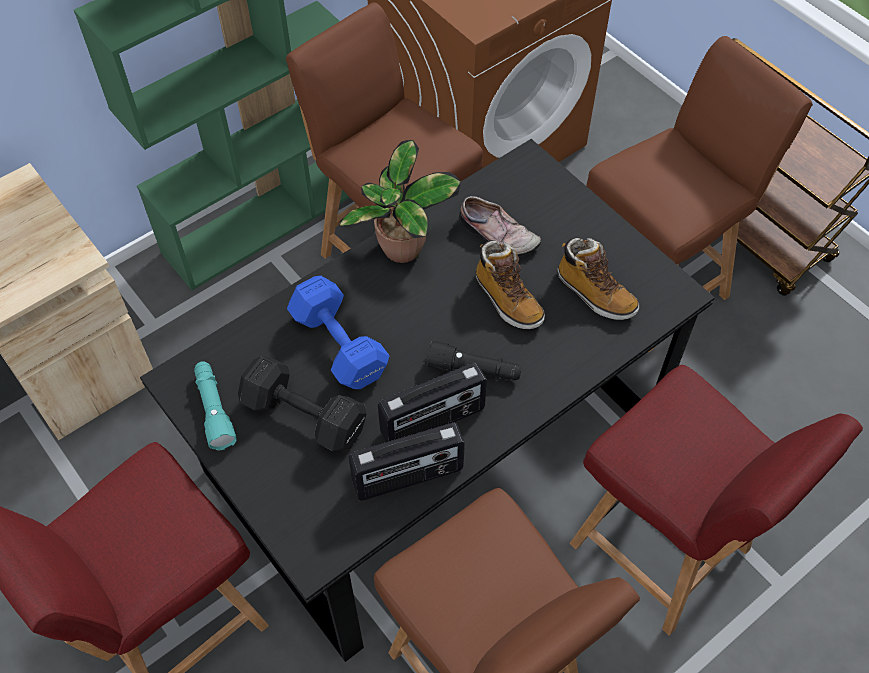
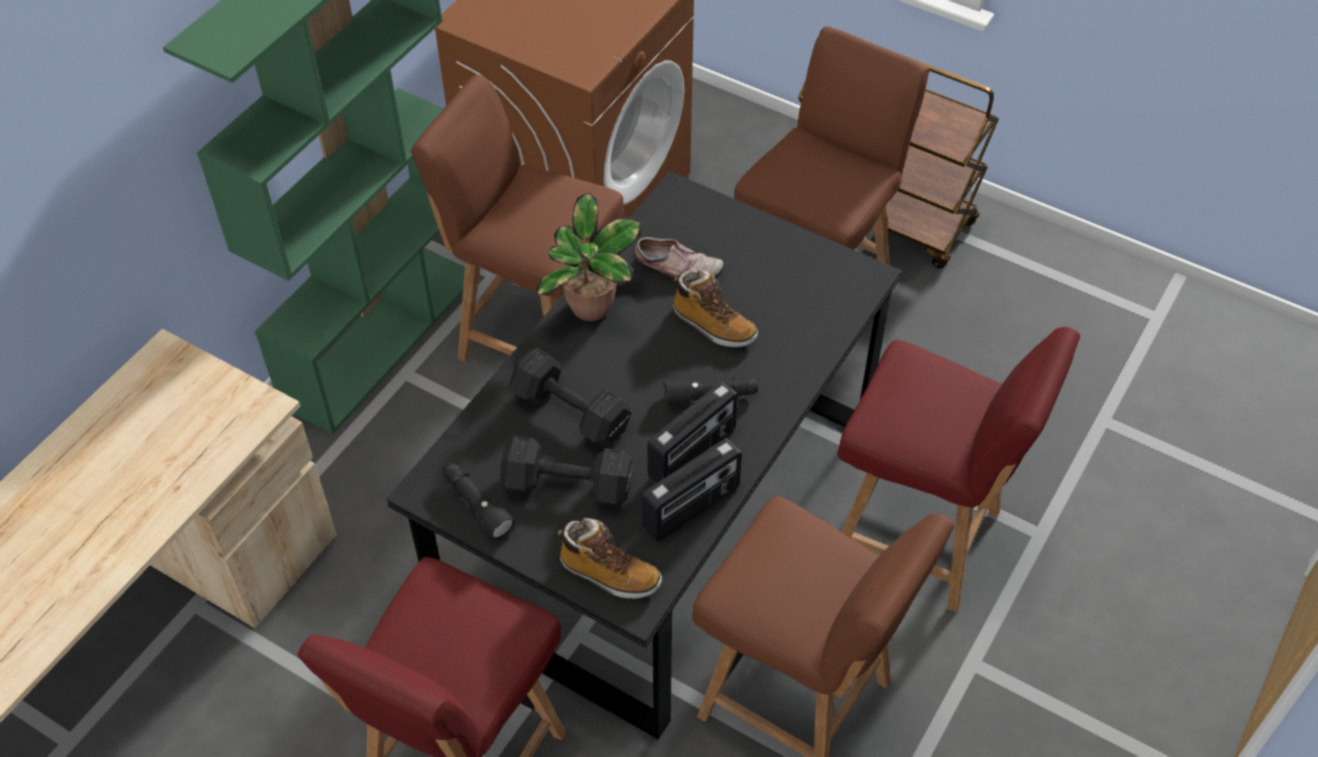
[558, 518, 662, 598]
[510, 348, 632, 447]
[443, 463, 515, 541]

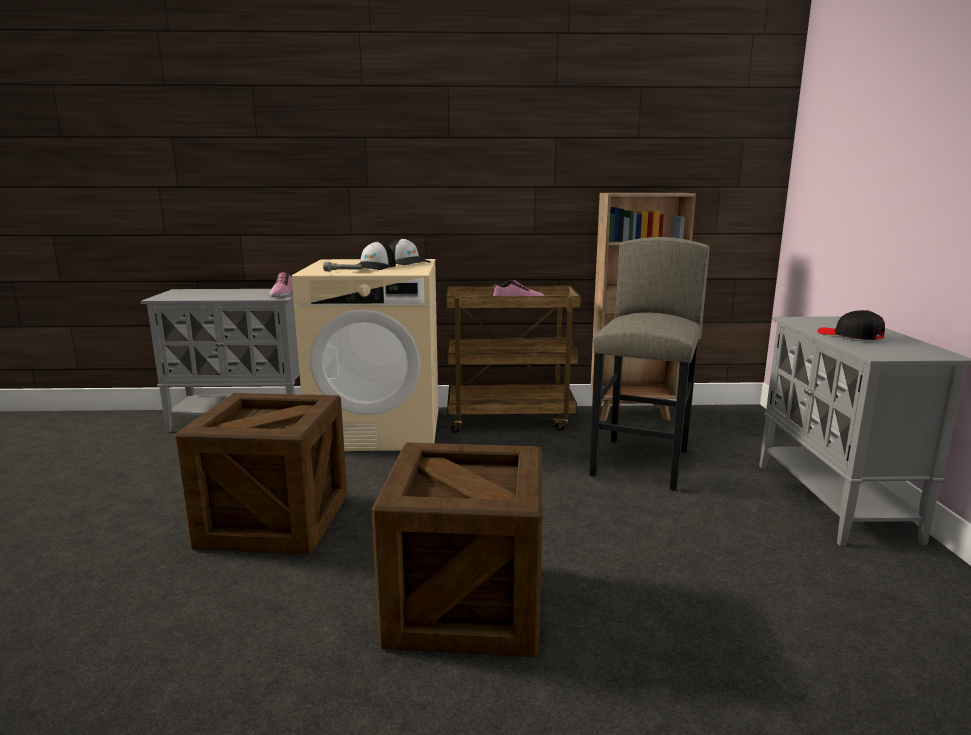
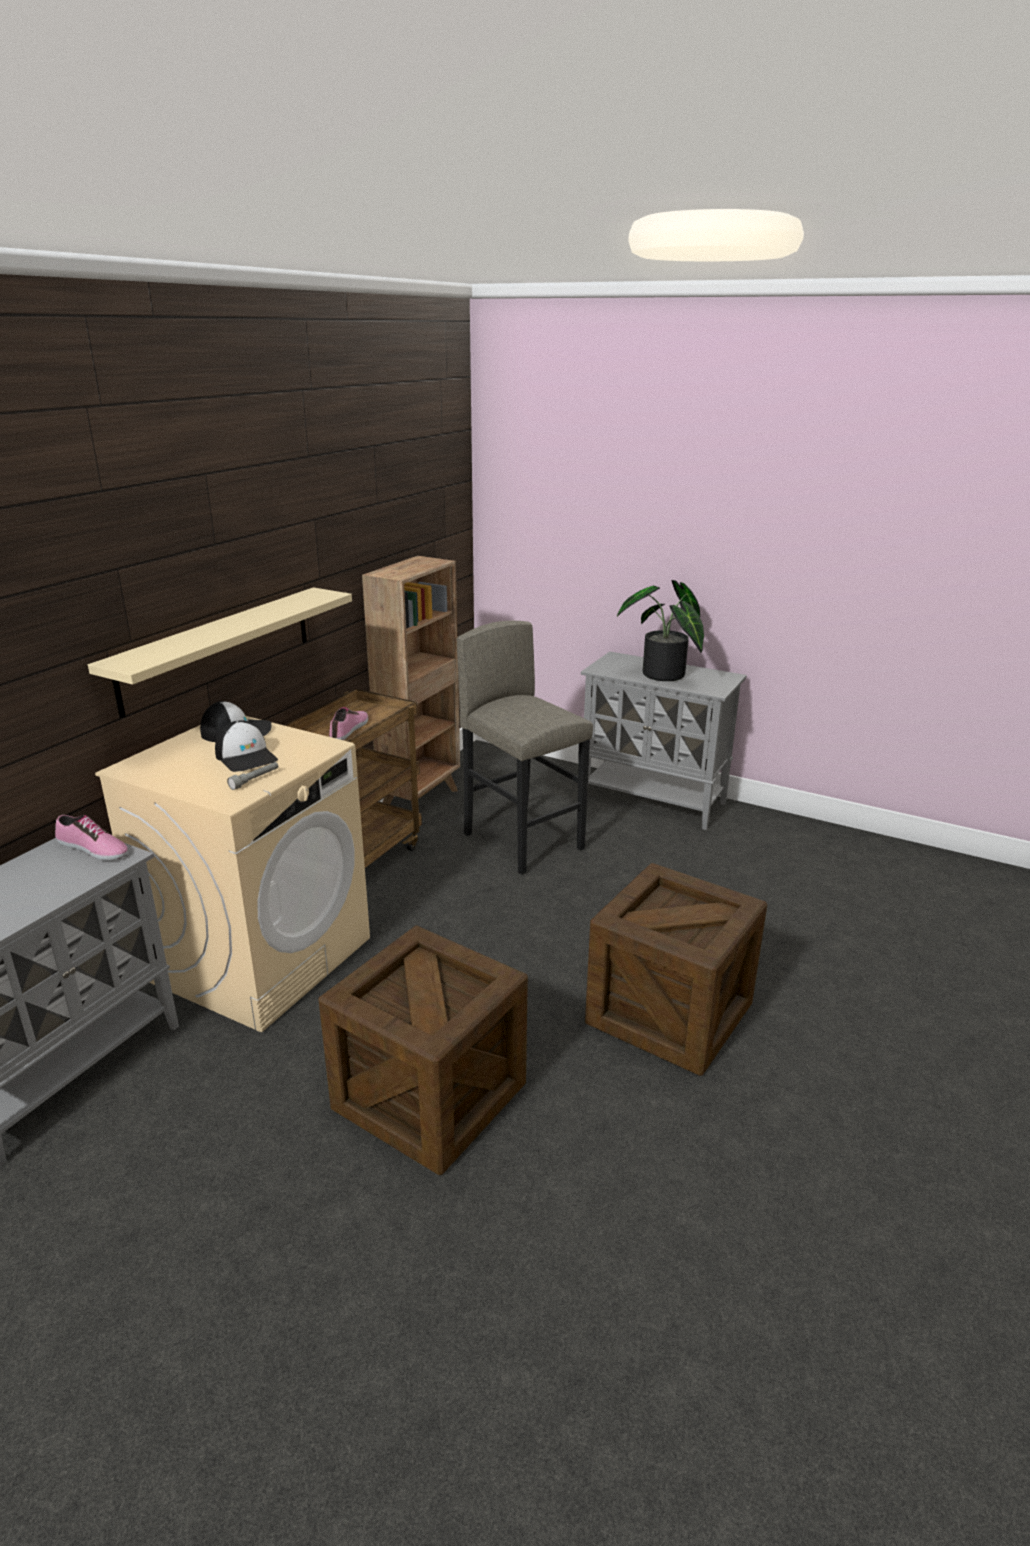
[617, 580, 704, 681]
[88, 587, 352, 718]

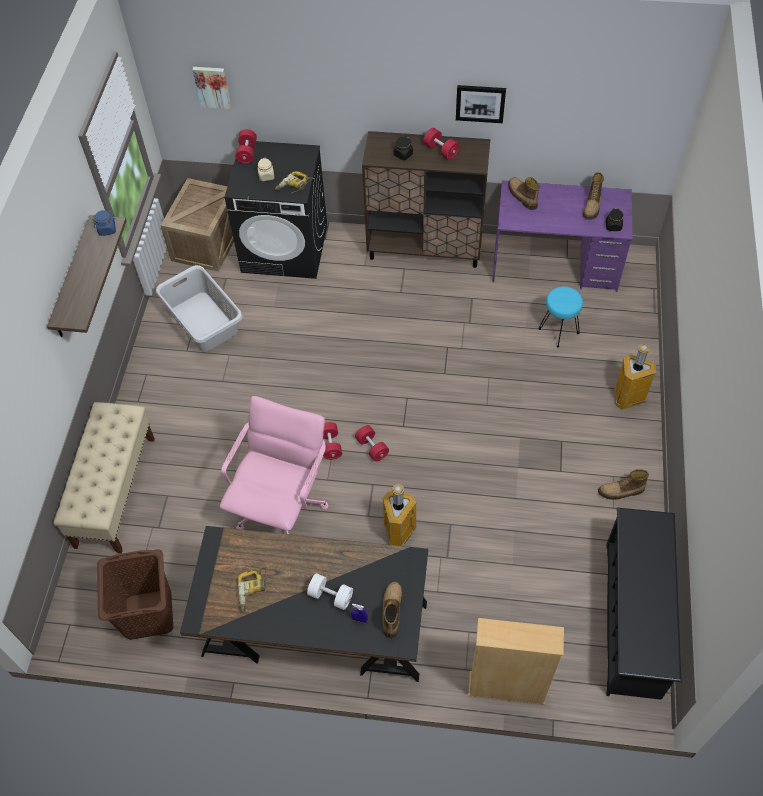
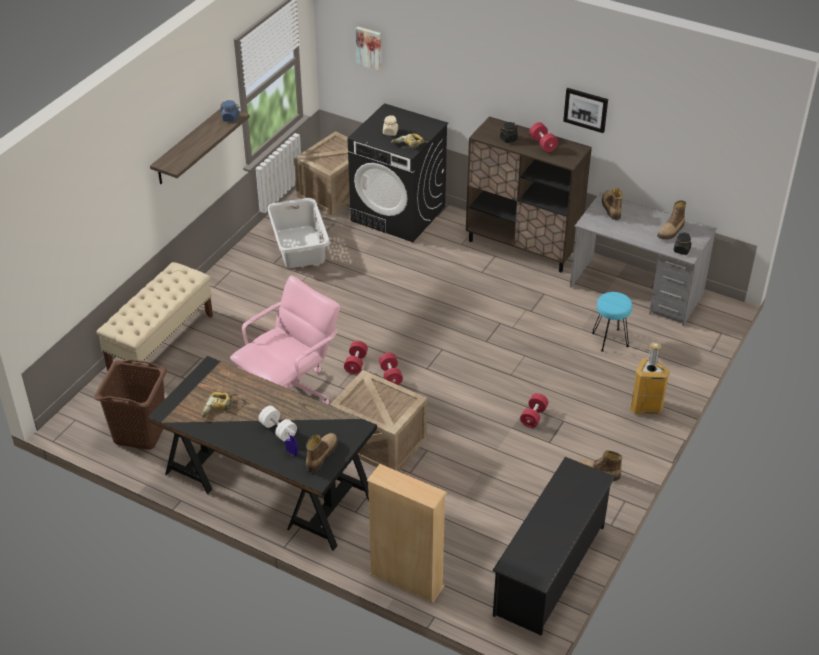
[520, 393, 548, 428]
[570, 193, 716, 326]
[330, 370, 427, 472]

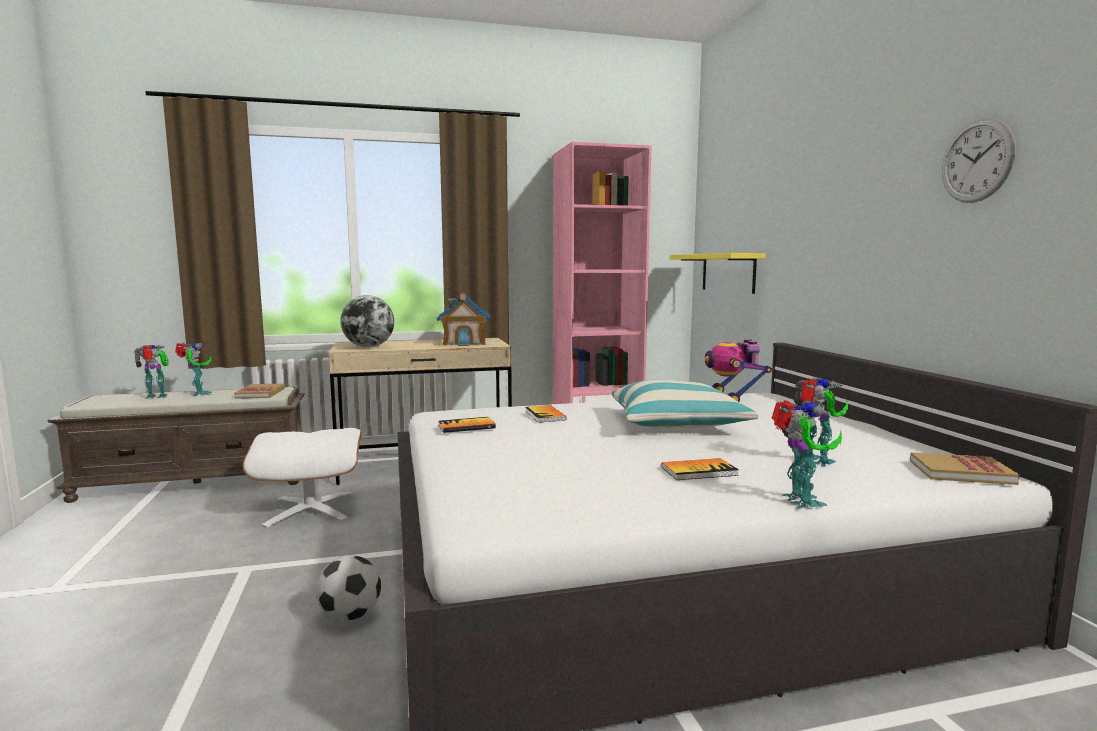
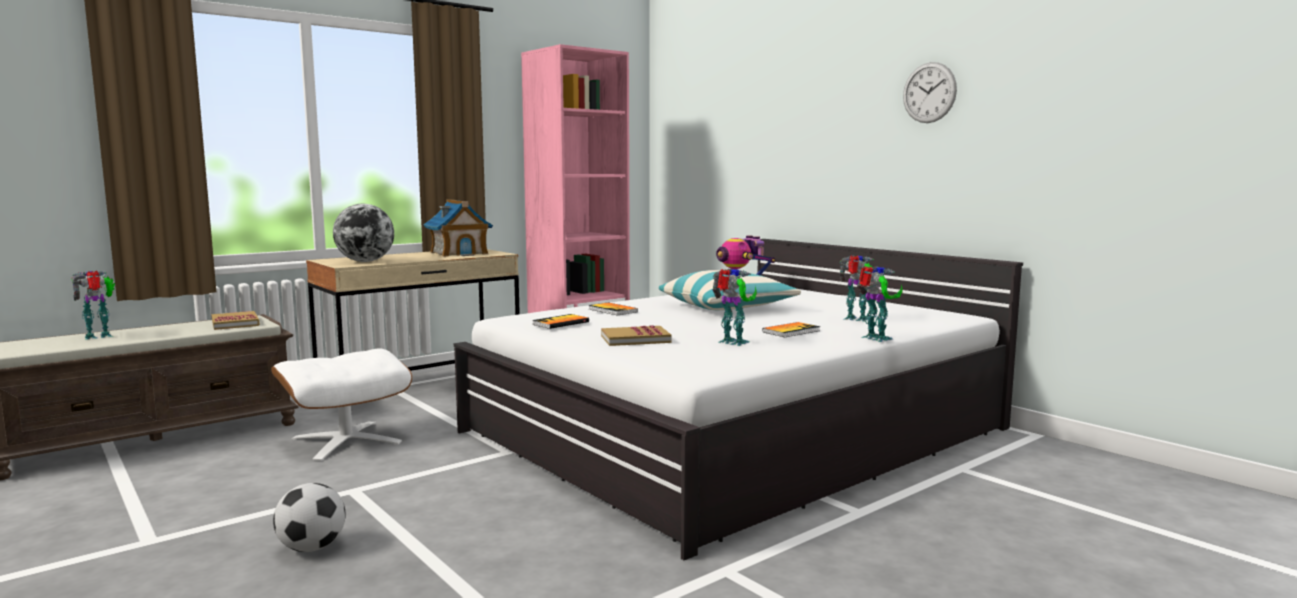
[670, 253, 765, 294] (first image)
[712, 268, 757, 346]
[601, 325, 671, 346]
[273, 483, 346, 552]

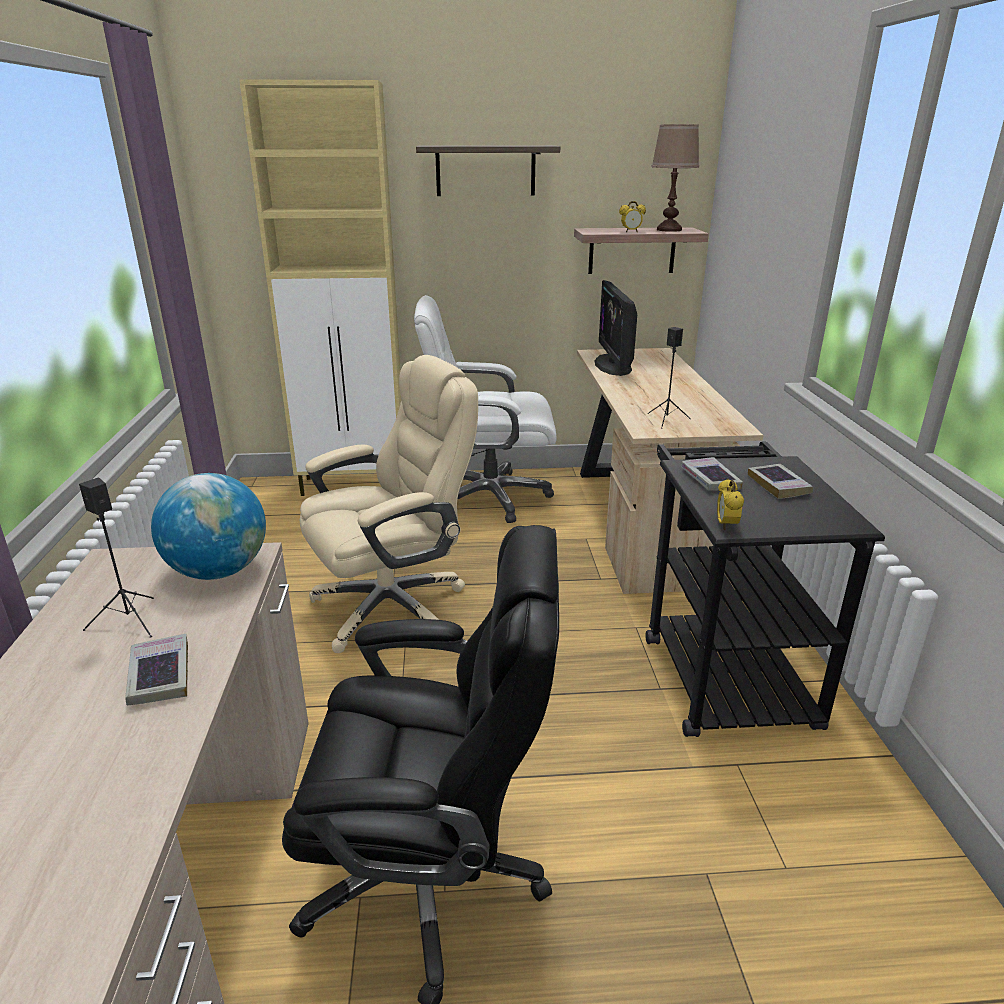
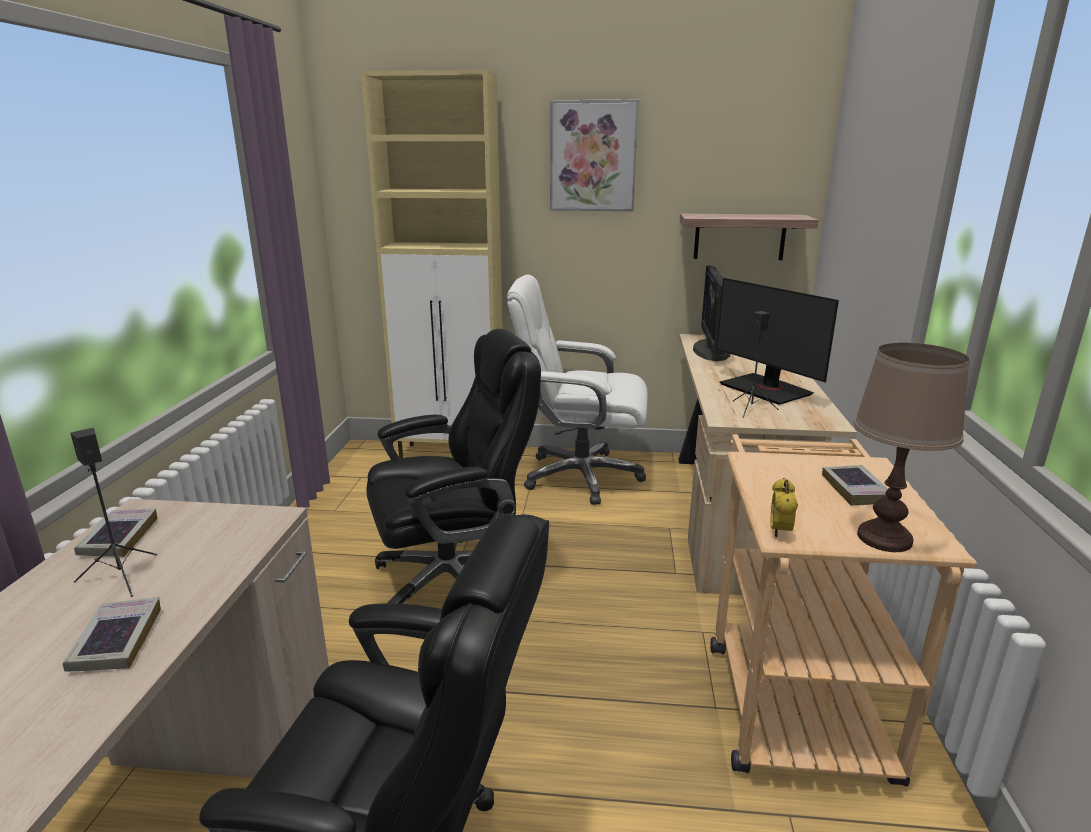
[853, 343, 970, 552]
[550, 100, 638, 211]
[619, 201, 646, 232] (first image)
[367, 329, 541, 604]
[710, 434, 976, 786]
[74, 508, 157, 557]
[151, 473, 266, 580] (first image)
[716, 278, 839, 405]

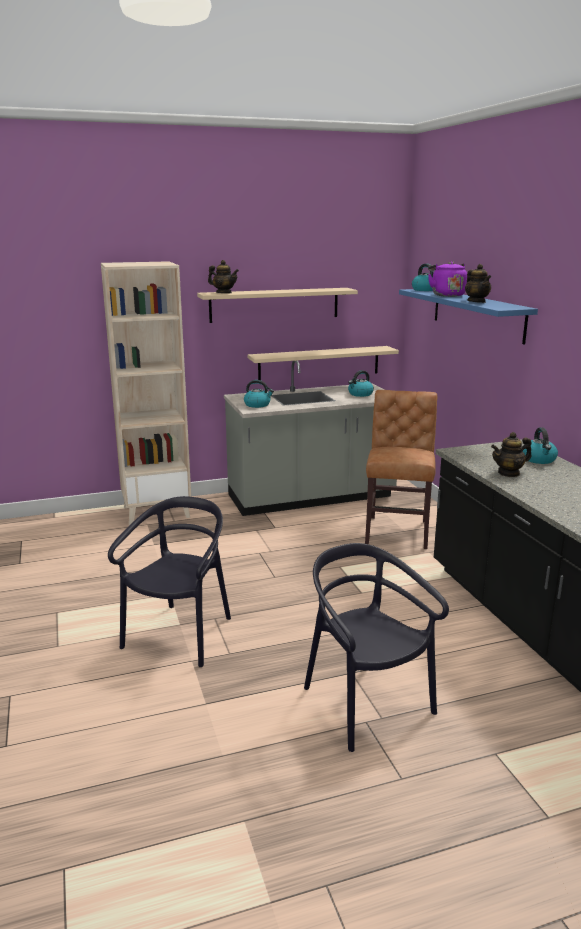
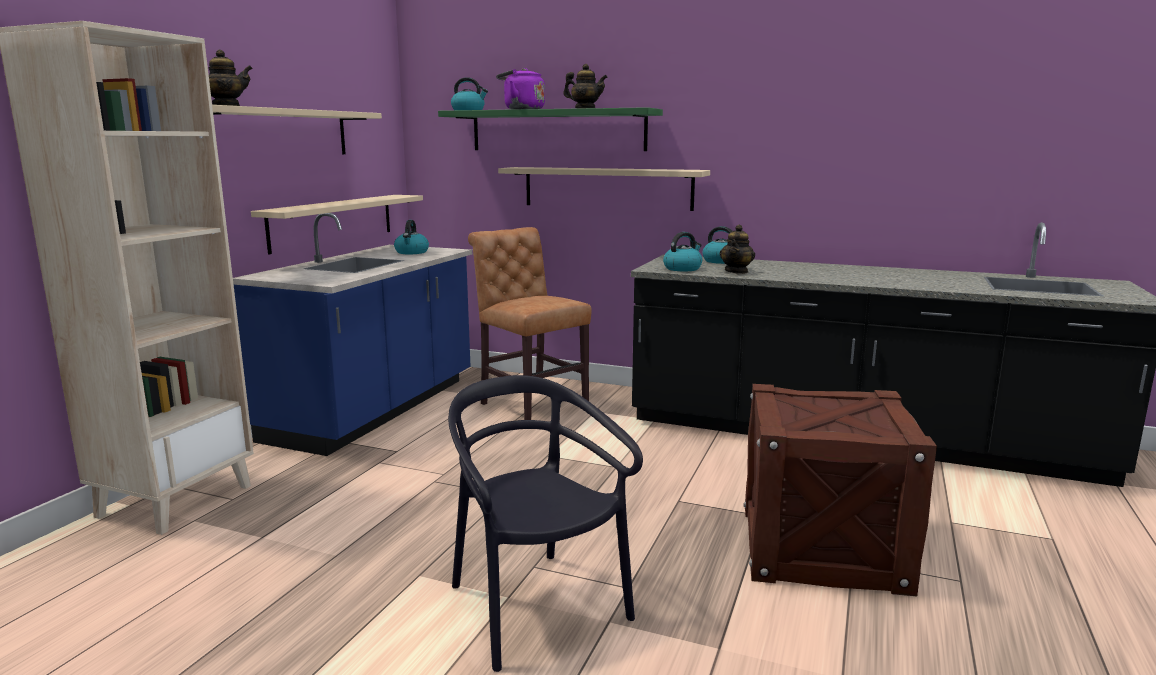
[438, 107, 663, 151]
[233, 213, 472, 456]
[663, 232, 702, 271]
[743, 384, 937, 597]
[498, 167, 710, 211]

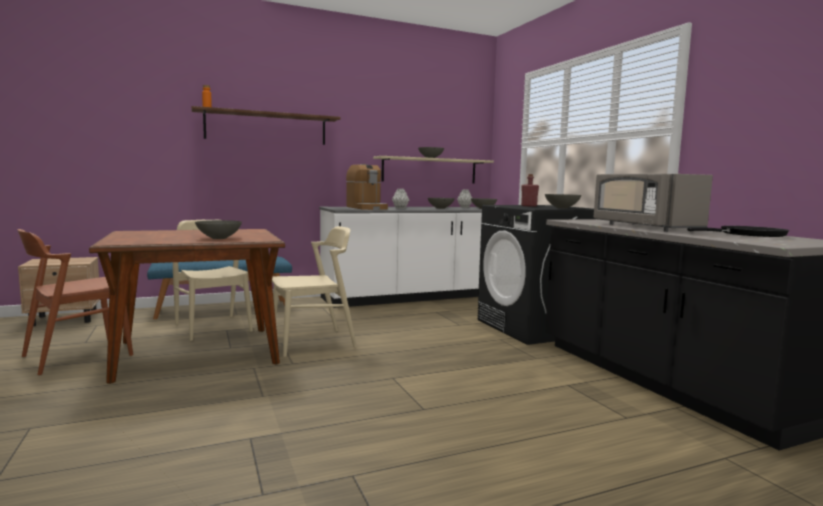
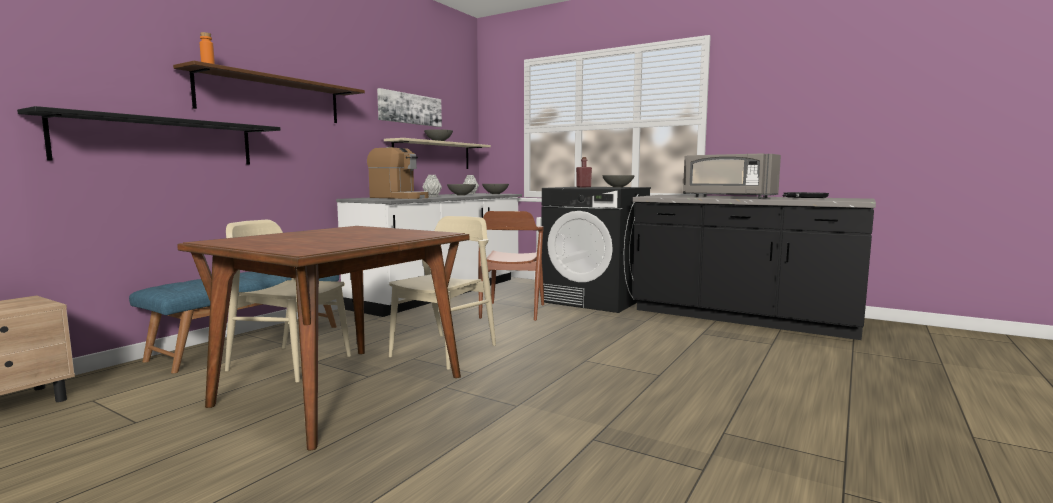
[195, 220, 242, 239] (first image)
[478, 211, 544, 321]
[377, 88, 442, 127]
[17, 106, 280, 164]

